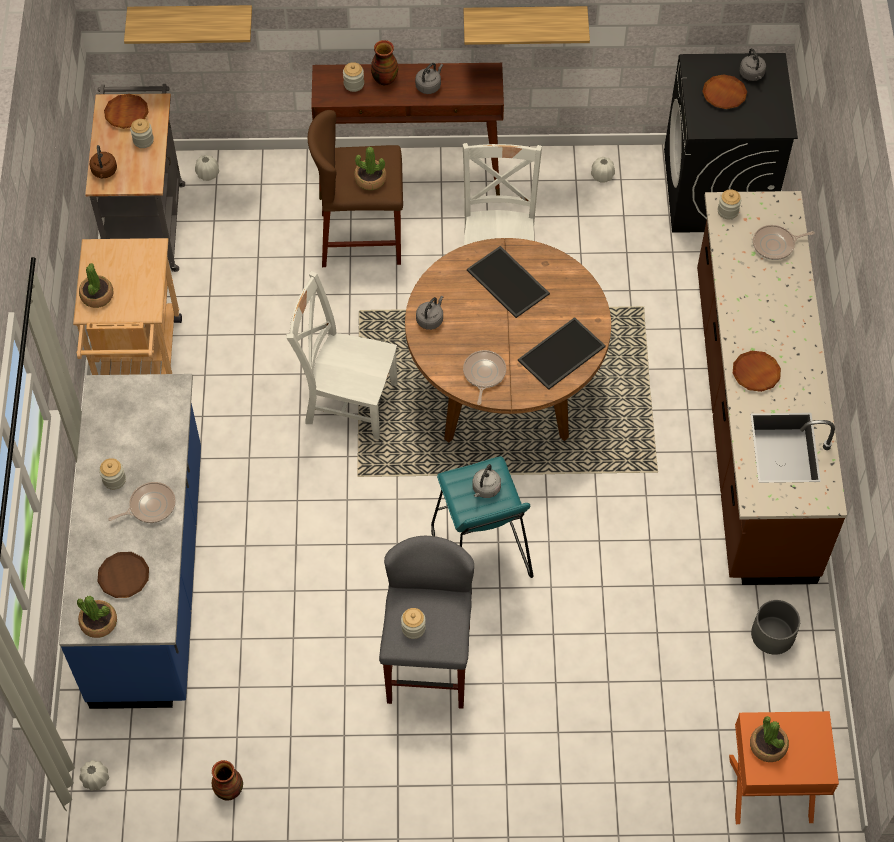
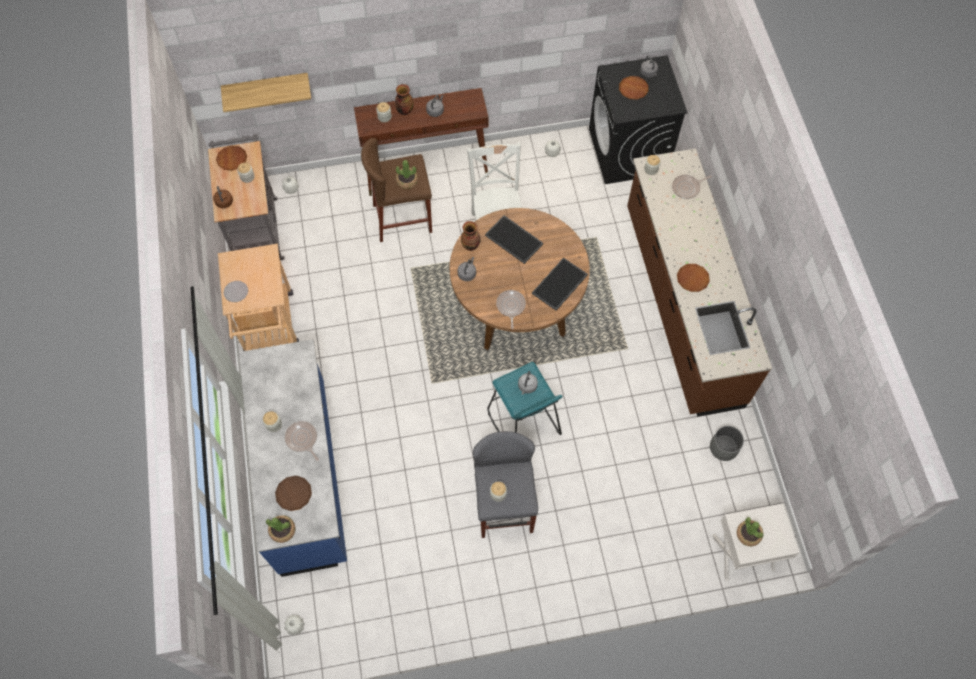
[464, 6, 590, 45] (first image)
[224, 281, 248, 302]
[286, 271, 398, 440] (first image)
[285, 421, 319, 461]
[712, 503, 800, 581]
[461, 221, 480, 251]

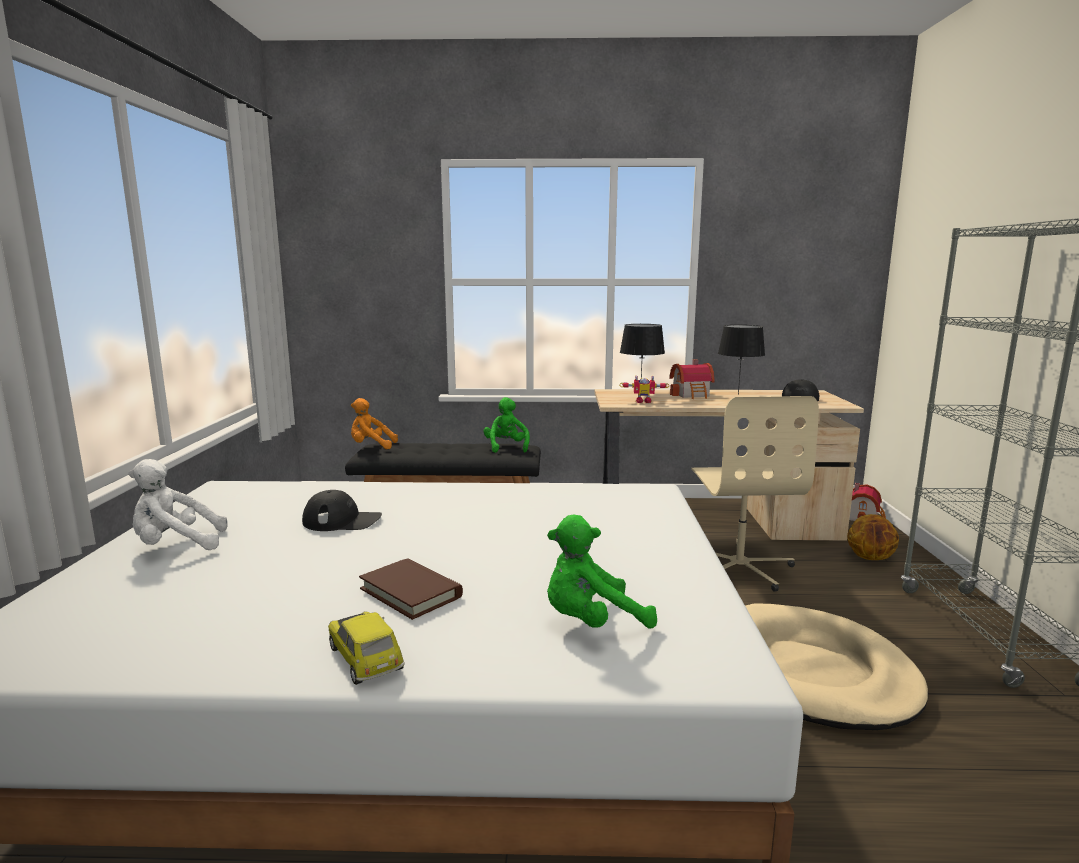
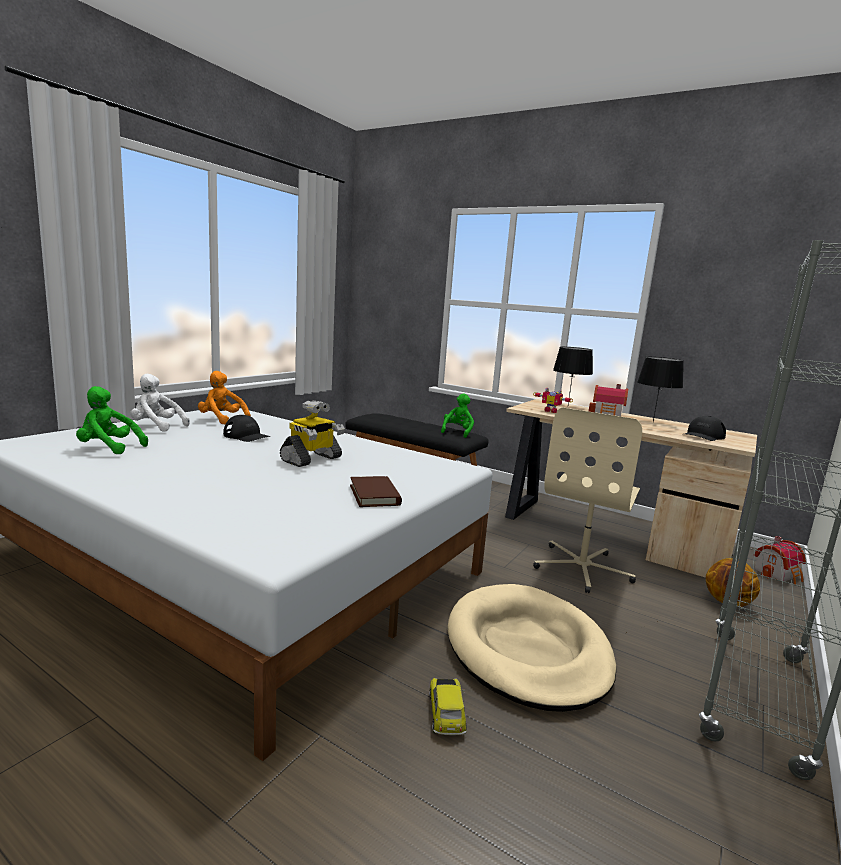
[198, 371, 251, 425]
[76, 386, 148, 454]
[350, 476, 402, 507]
[429, 678, 467, 735]
[280, 400, 345, 467]

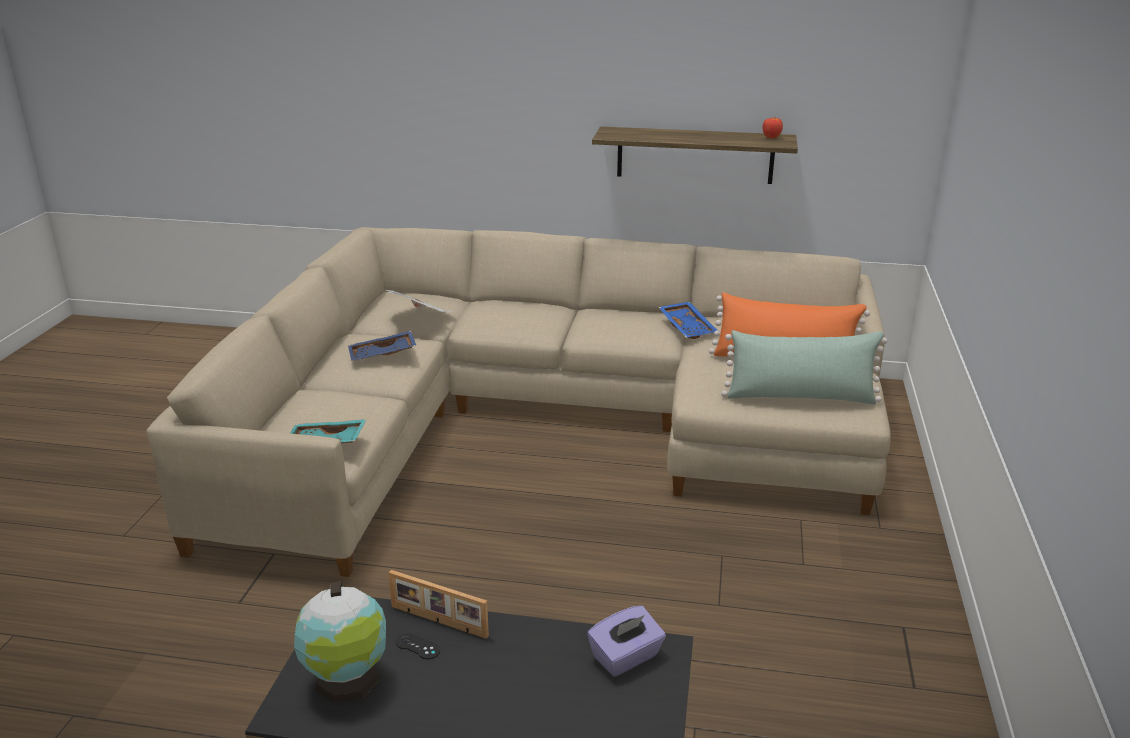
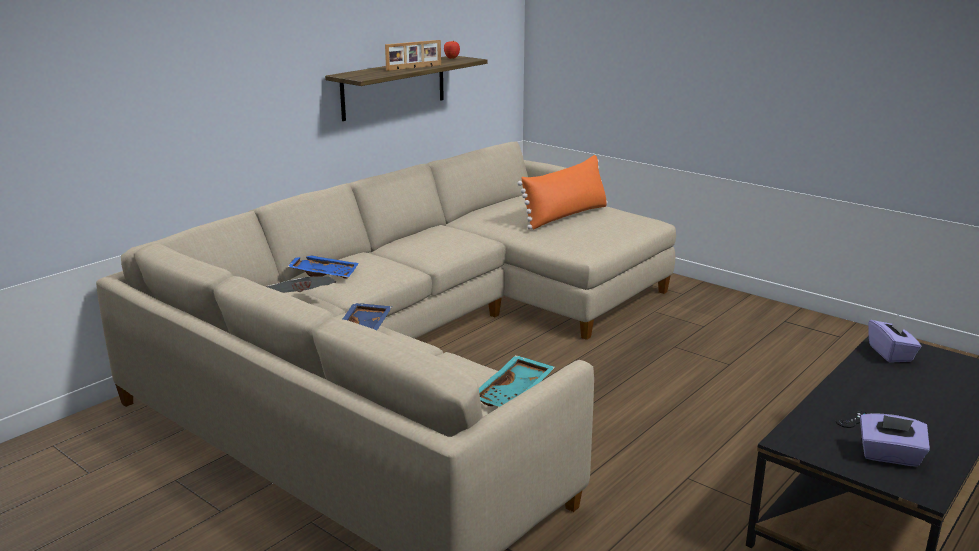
[287, 255, 359, 279]
[721, 330, 887, 404] (first image)
[385, 40, 441, 71]
[860, 413, 930, 467]

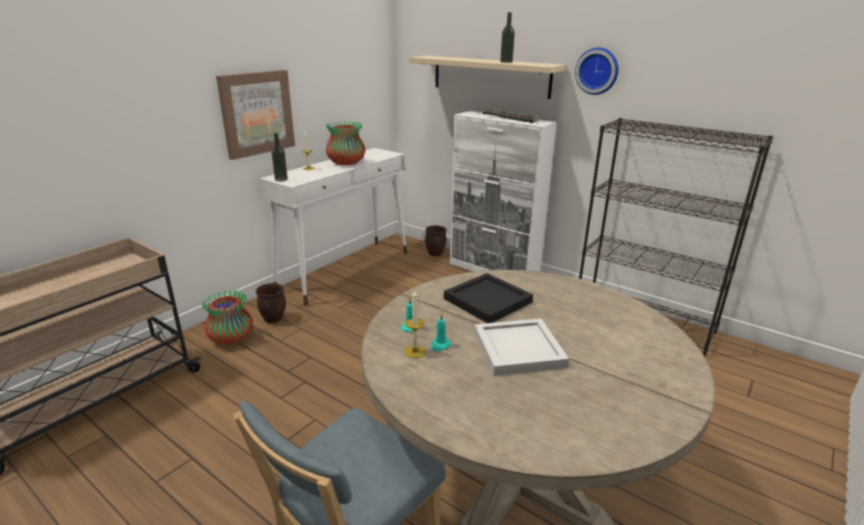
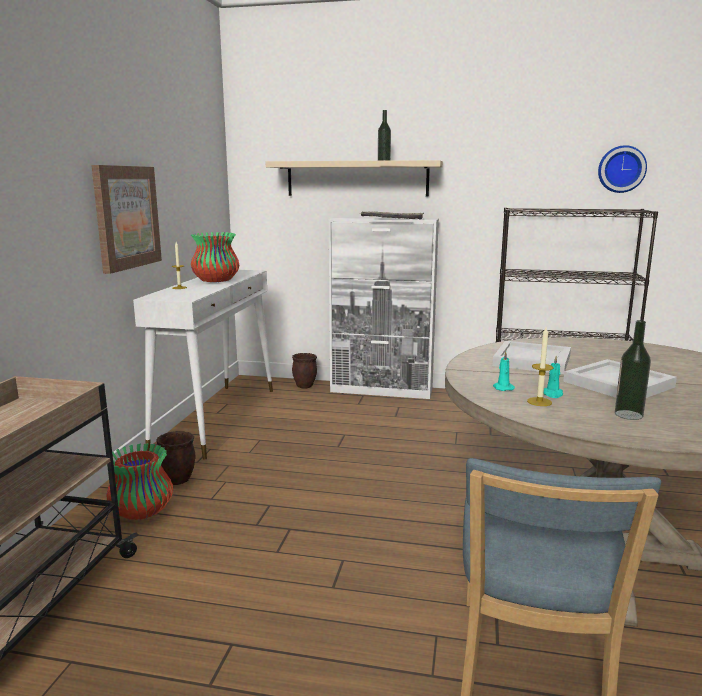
[598, 145, 647, 193]
[615, 320, 651, 420]
[493, 341, 571, 374]

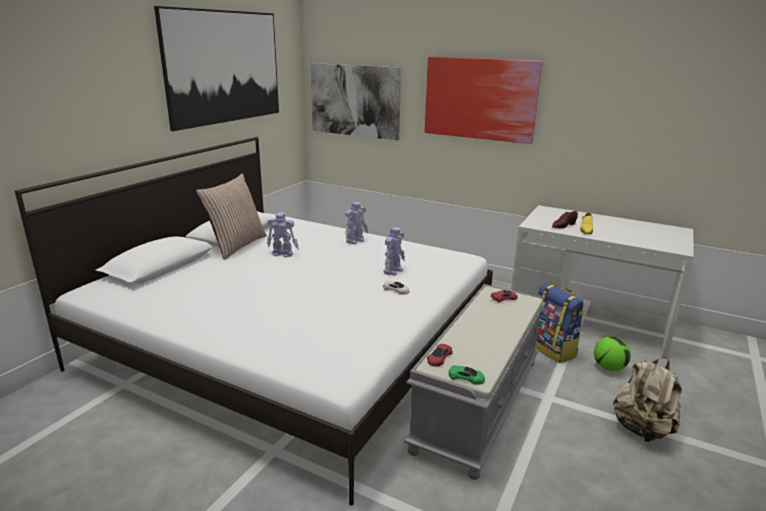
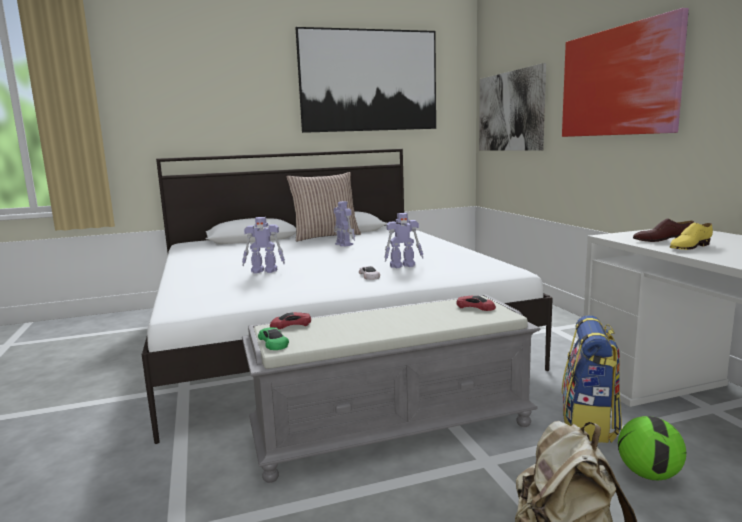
[242, 217, 285, 274]

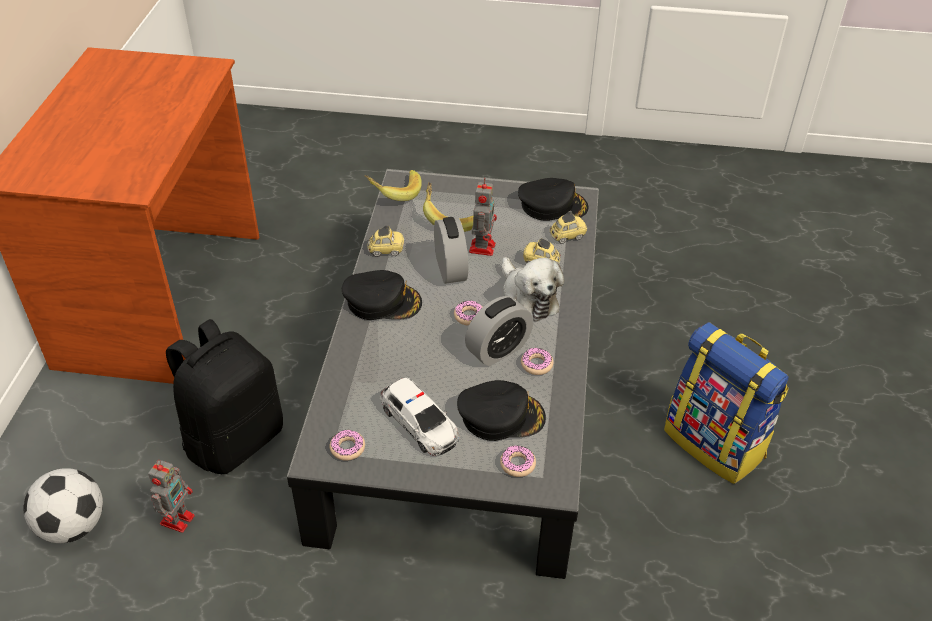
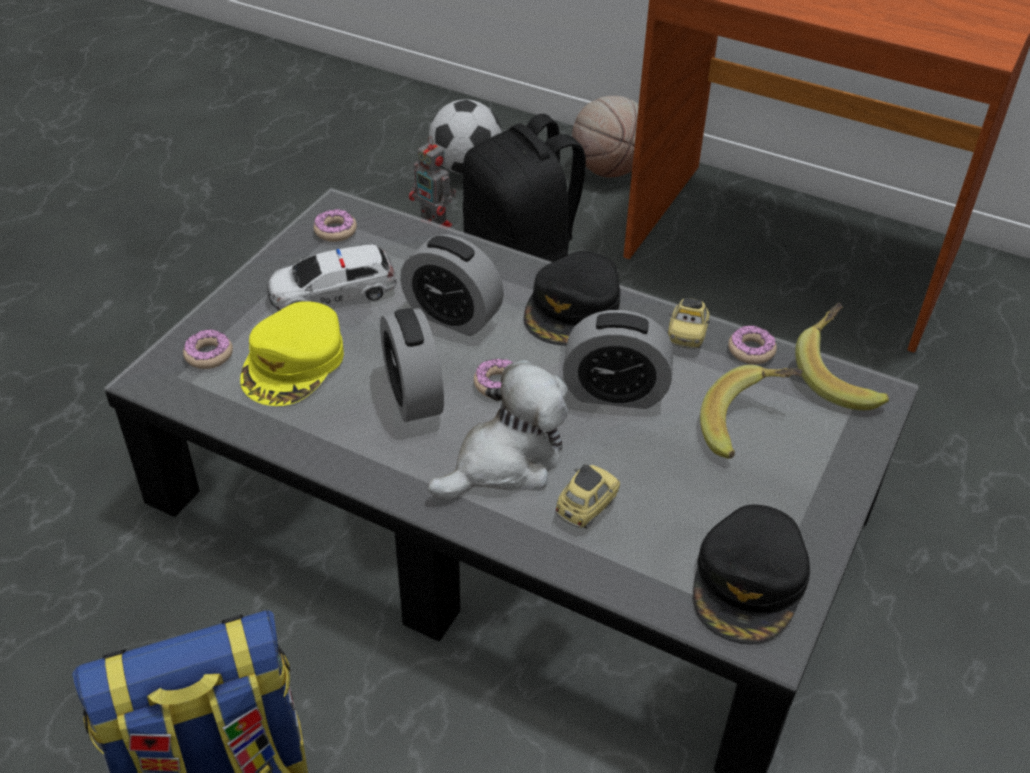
[469, 178, 497, 256] (first image)
[549, 211, 587, 244] (first image)
[428, 360, 568, 500]
[728, 325, 777, 364]
[240, 301, 344, 406]
[572, 96, 639, 177]
[400, 234, 504, 336]

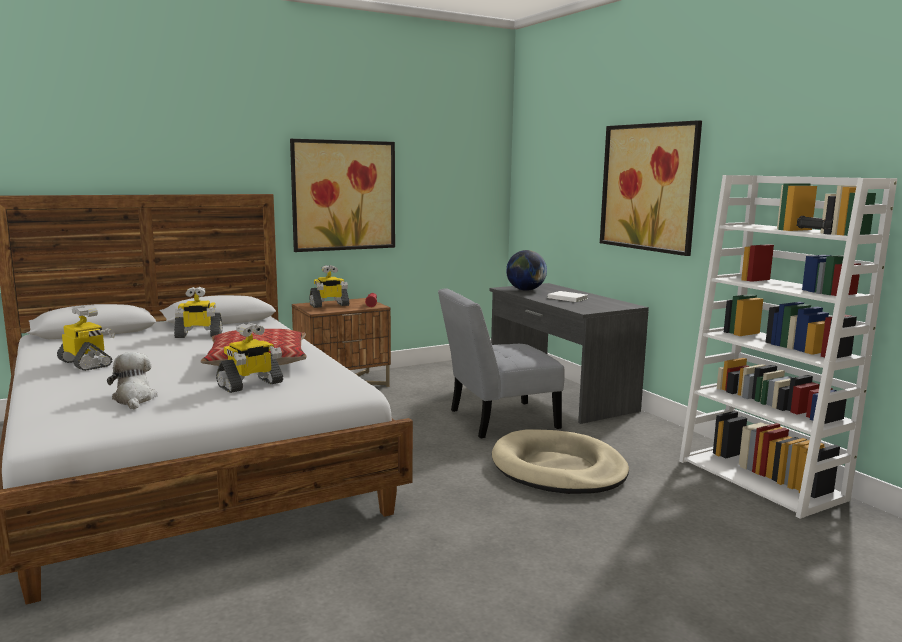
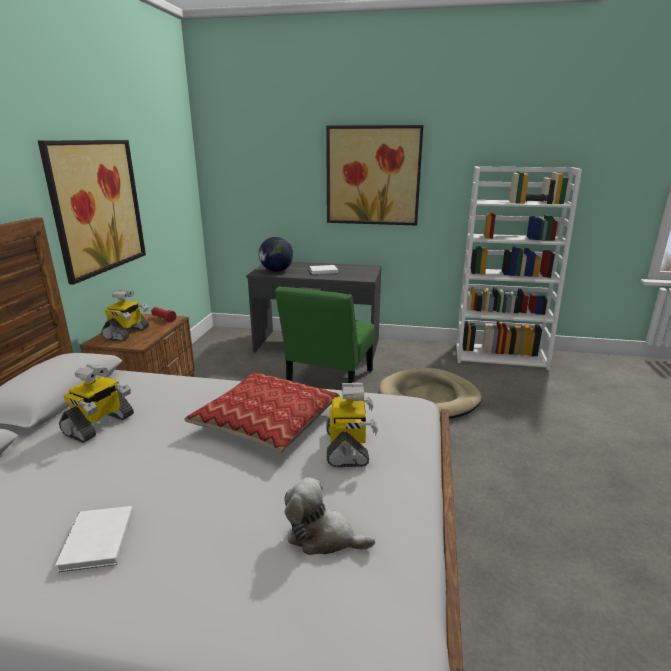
[275, 286, 375, 383]
[55, 506, 133, 572]

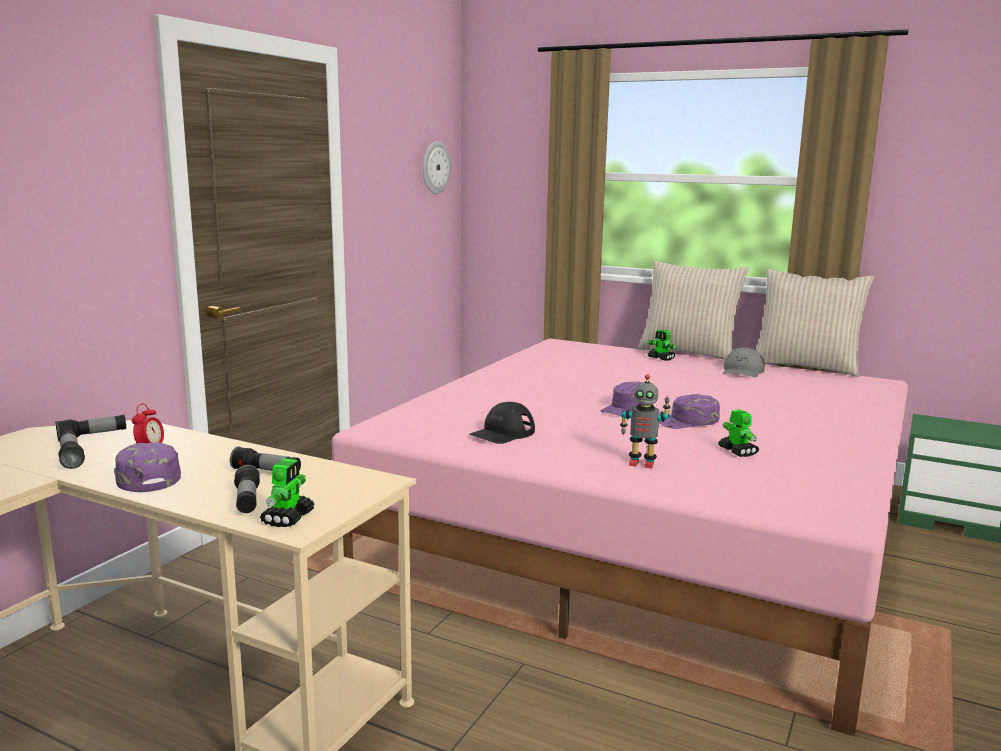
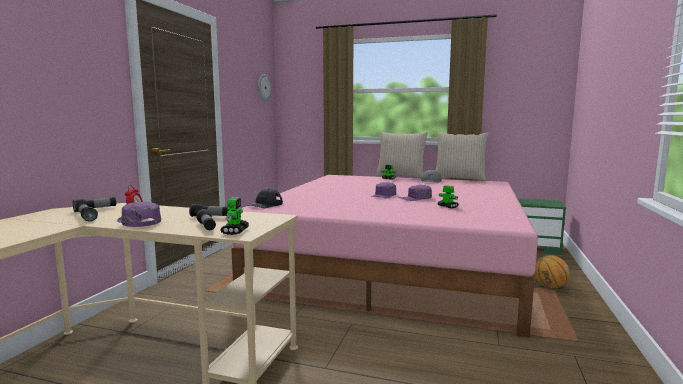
[620, 374, 671, 468] (first image)
[247, 189, 283, 208]
[534, 255, 570, 288]

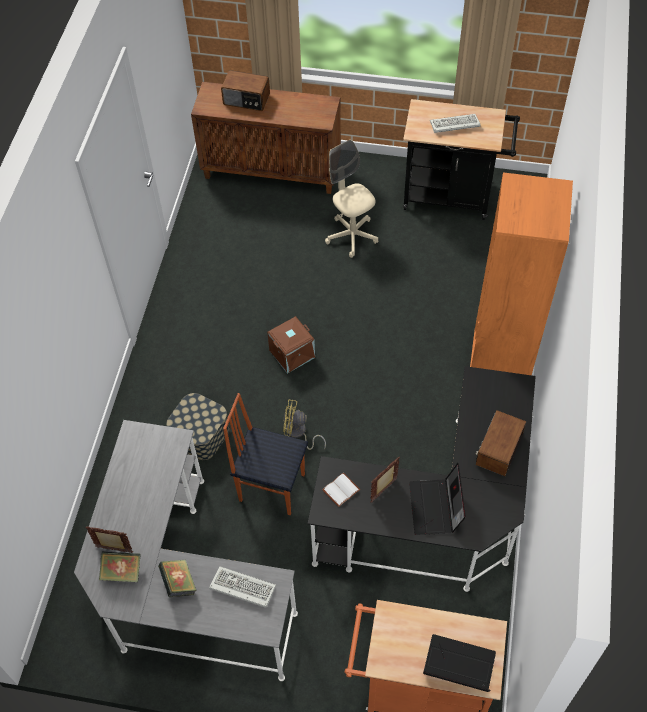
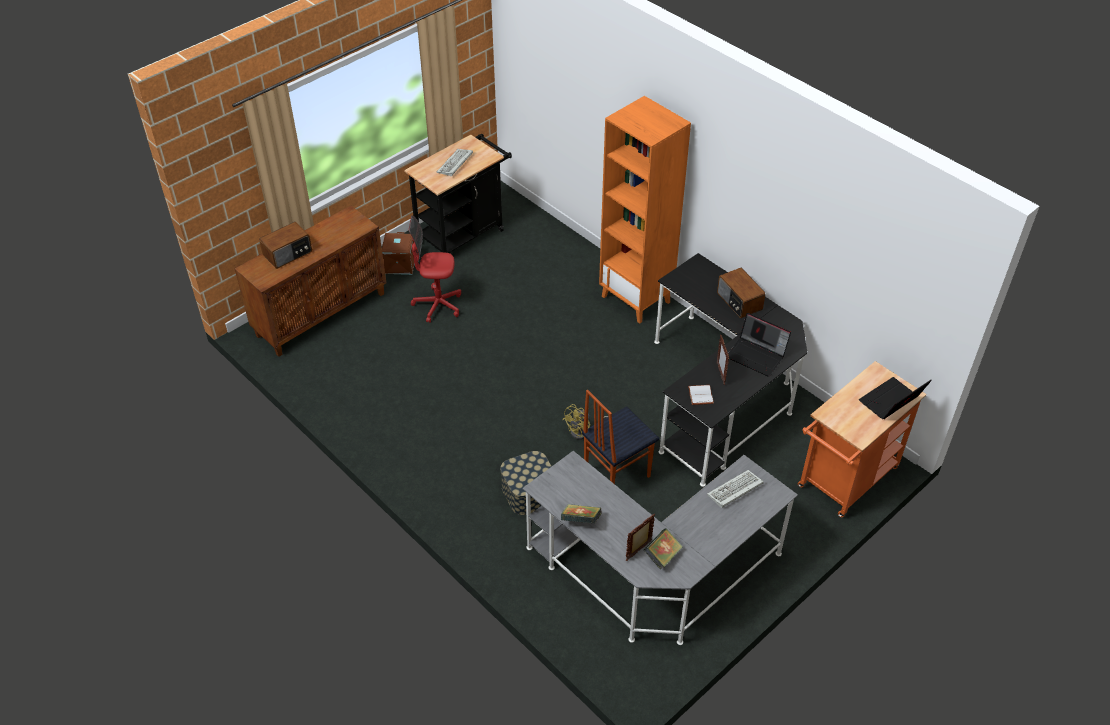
[409, 215, 461, 323]
[382, 232, 414, 275]
[561, 504, 602, 523]

